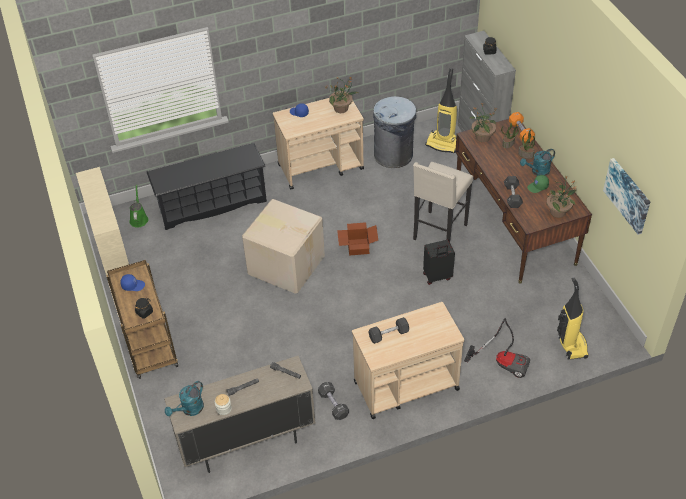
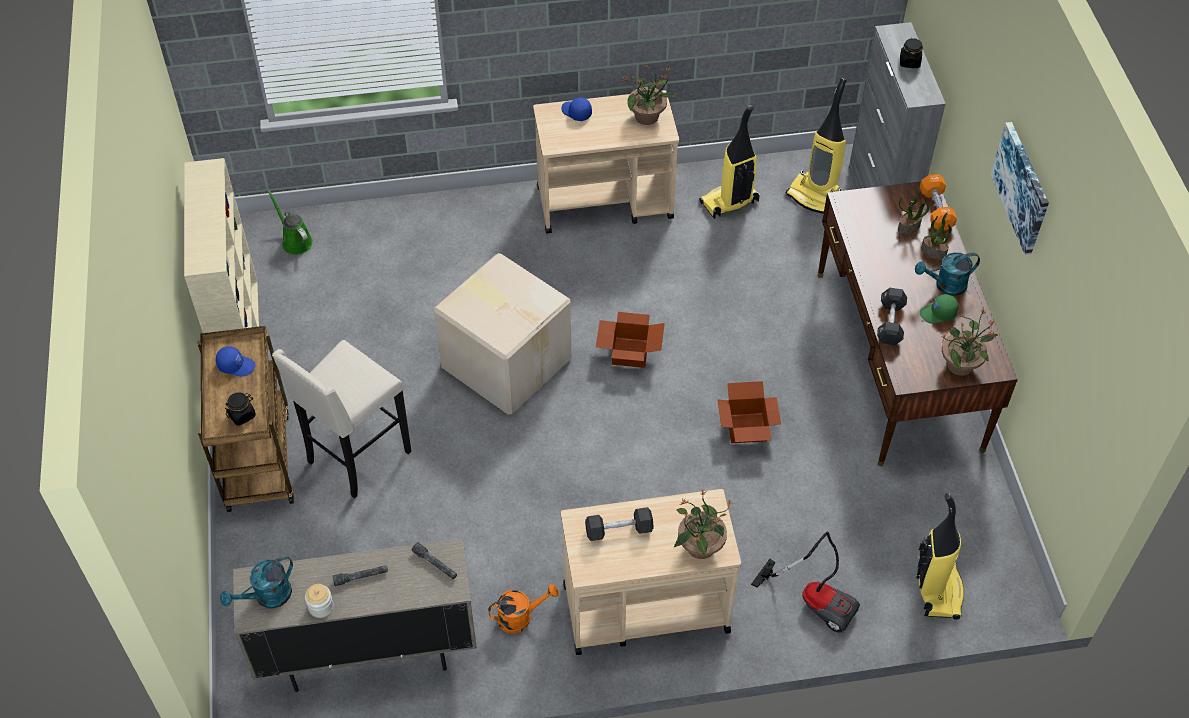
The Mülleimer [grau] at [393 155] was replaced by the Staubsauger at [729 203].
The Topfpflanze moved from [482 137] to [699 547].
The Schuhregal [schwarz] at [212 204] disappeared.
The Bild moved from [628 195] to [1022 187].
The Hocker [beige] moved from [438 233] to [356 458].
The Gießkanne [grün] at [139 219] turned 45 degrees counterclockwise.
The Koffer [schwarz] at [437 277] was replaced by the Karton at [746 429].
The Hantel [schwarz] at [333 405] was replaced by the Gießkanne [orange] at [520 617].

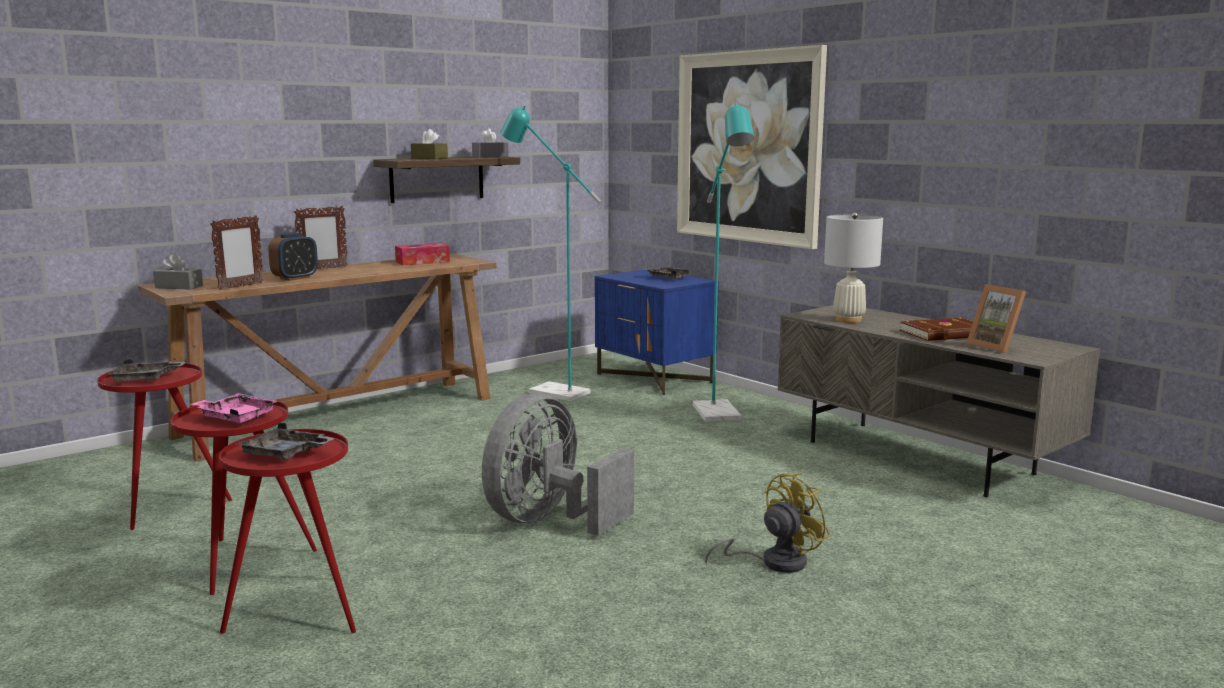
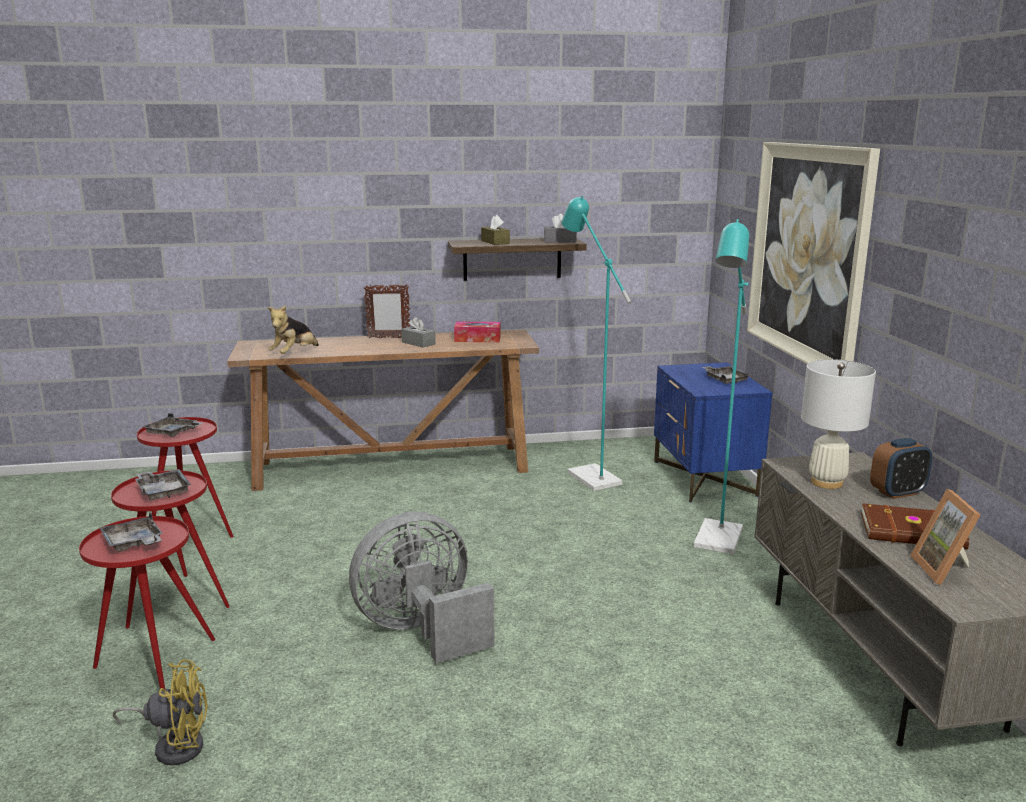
The Bilderrahmen at [240 286] was replaced by the Plüschtier at [294 354].
The Wecker moved from [295 278] to [897 493].
The Taschentuchbox [grau] moved from [179 287] to [418 343].
The Tablett [rosa] at [236 417] became the Tablett [grau] at [163 491].
The Ventilator [gelb] moved from [773 562] to [174 745].

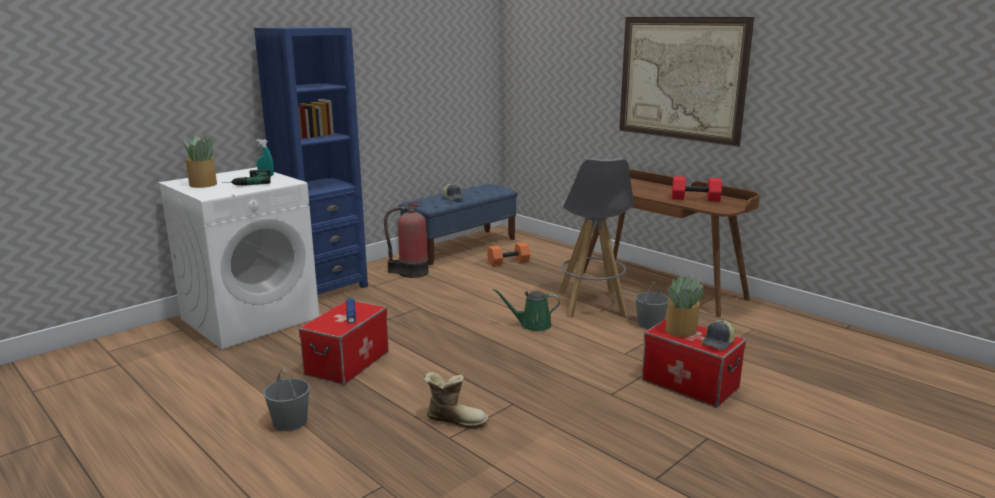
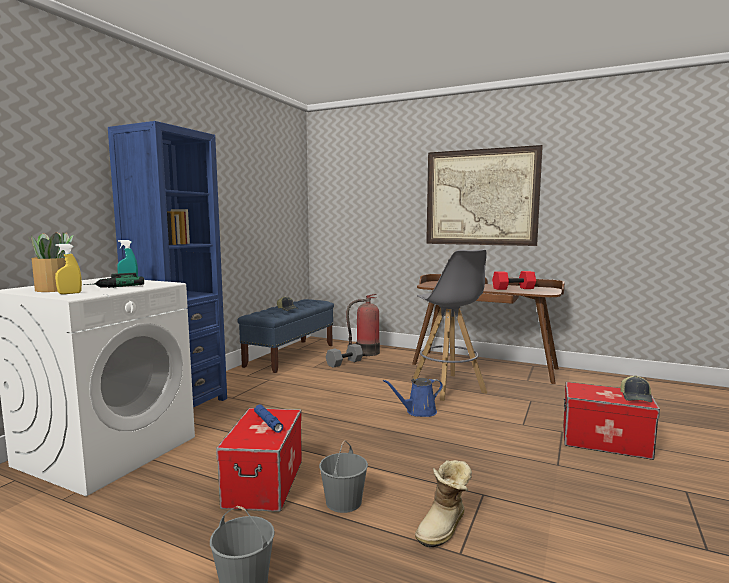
The Feuerlöscher moved from [411 272] to [365 353].
The Hantel [orange] at [508 262] became the Hantel [grau] at [344 362].
The Topfpflanze at [680 330] disappeared.
The Eimer [grau] moved from [650 323] to [343 501].
The Gießkanne [grün] at [532 325] became the Gießkanne [blau] at [418 412].
The Stiefel at [455 419] turned 135 degrees clockwise.
The Sprühflasche [gelb] at [70 293] appeared.

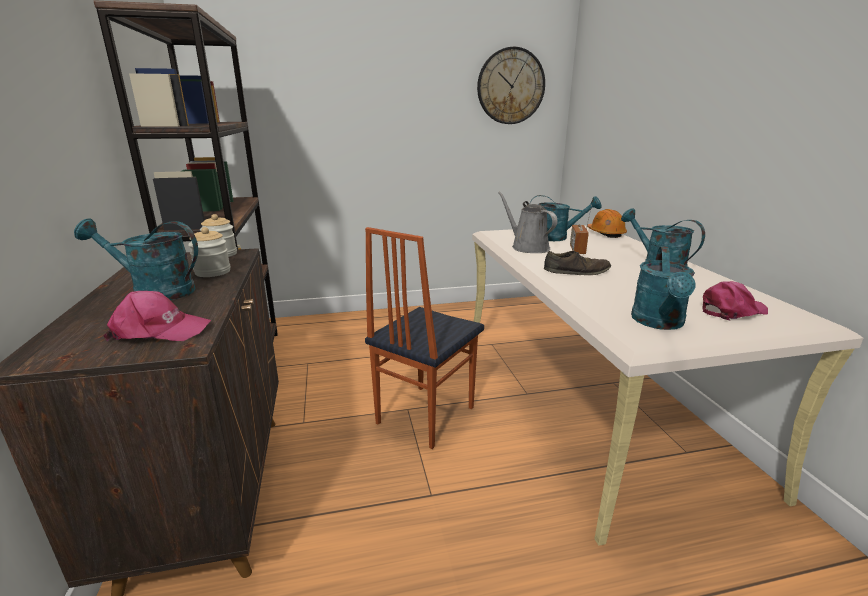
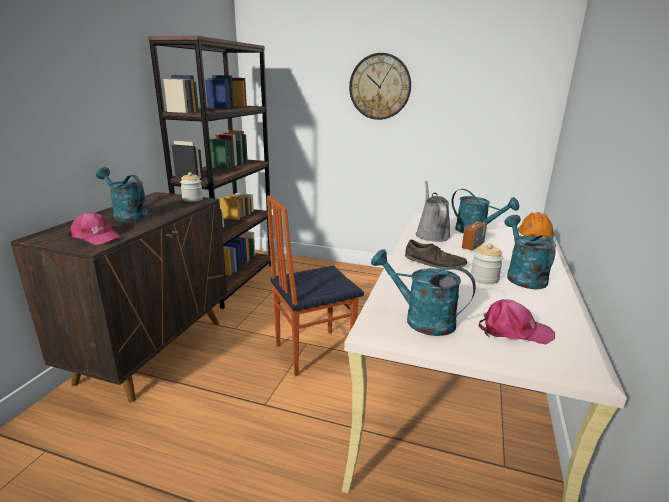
The Wanduhr moved from [510 86] to [380 87].
The Vorratsglas moved from [213 272] to [484 278].
The Gießkanne [türkis] at [659 323] turned 75 degrees clockwise.

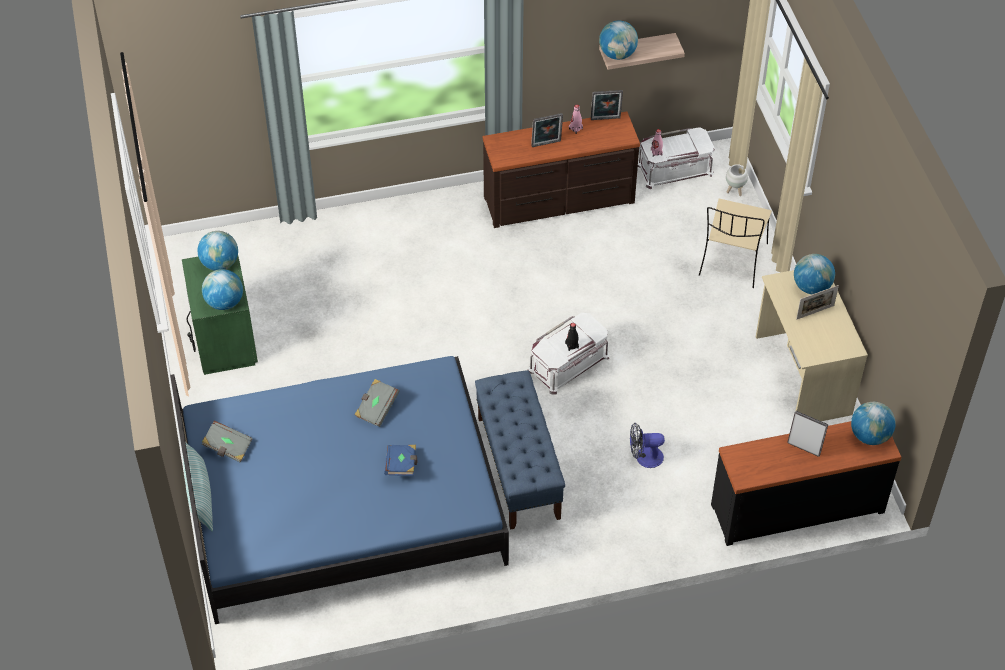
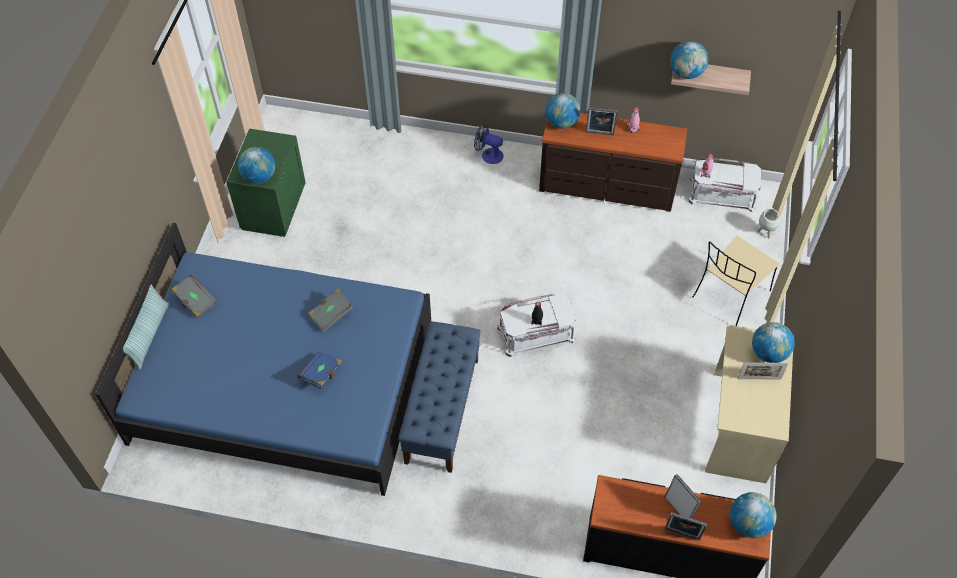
The Bilderrahmen moved from [605 119] to [681 535].
The Globus moved from [220 264] to [561 122].
The Ventilator moved from [644 457] to [488 155].

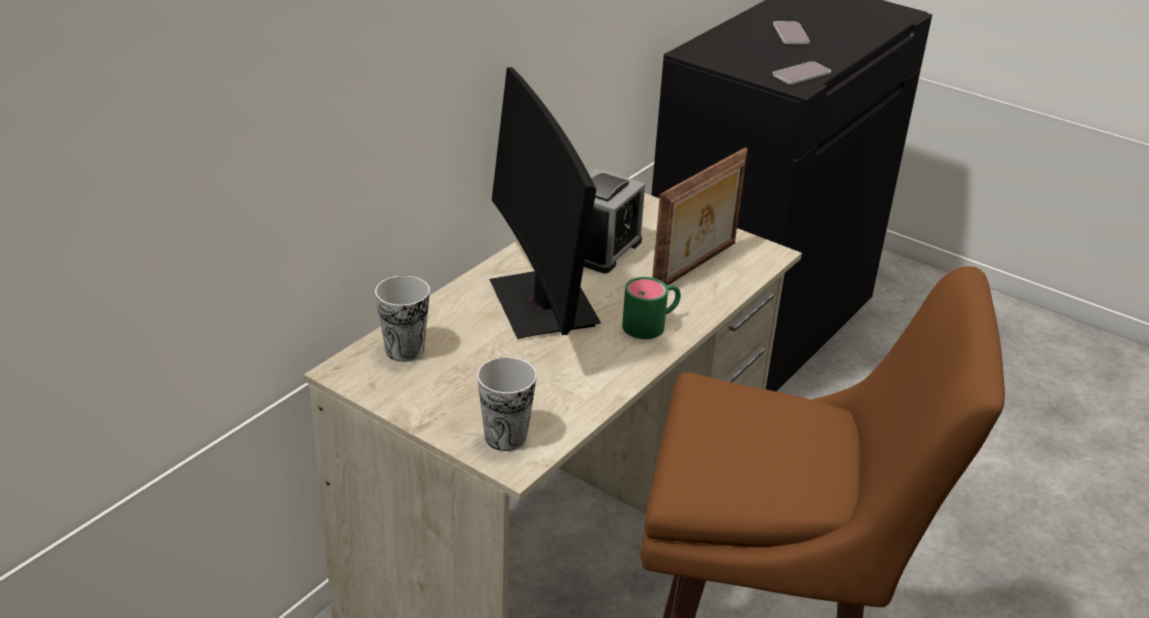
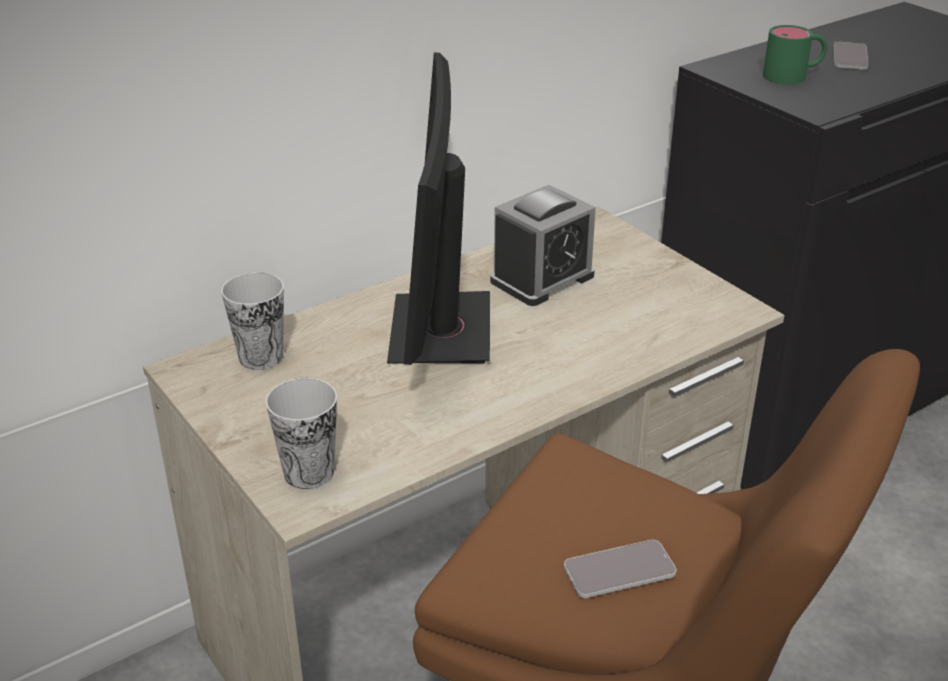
The Handy moved from [801 74] to [619 570].
The Bilderrahmen at [696 268] disappeared.
The Henkelbecher [grün] moved from [652 324] to [793 75].

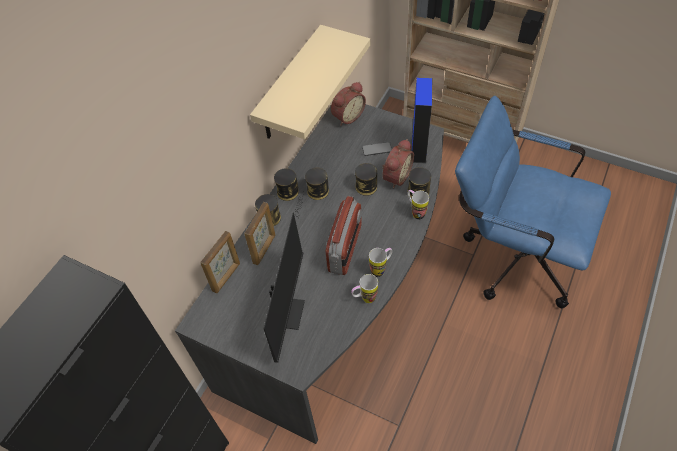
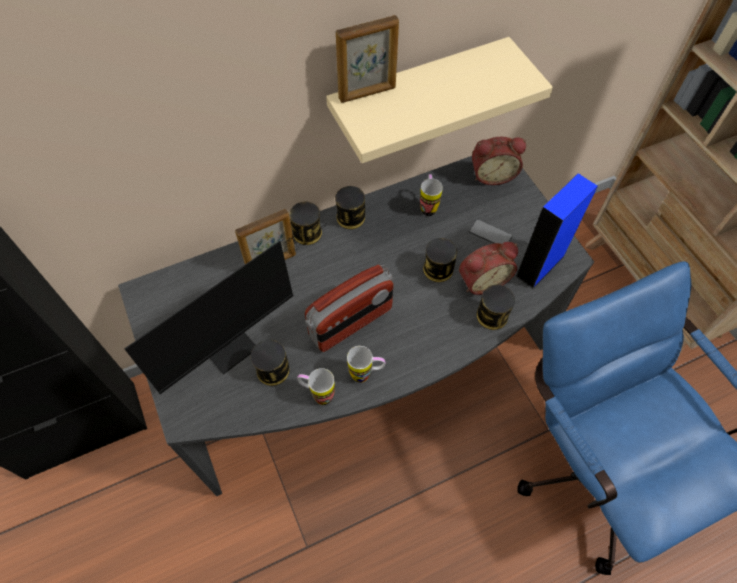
The Dose moved from [318 191] to [273 370].
The Henkelbecher moved from [415 212] to [428 206].
The Bilderrahmen moved from [227 277] to [367 93].

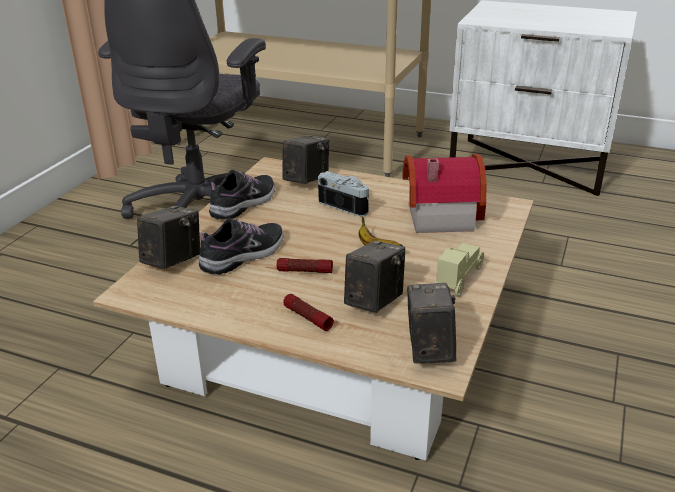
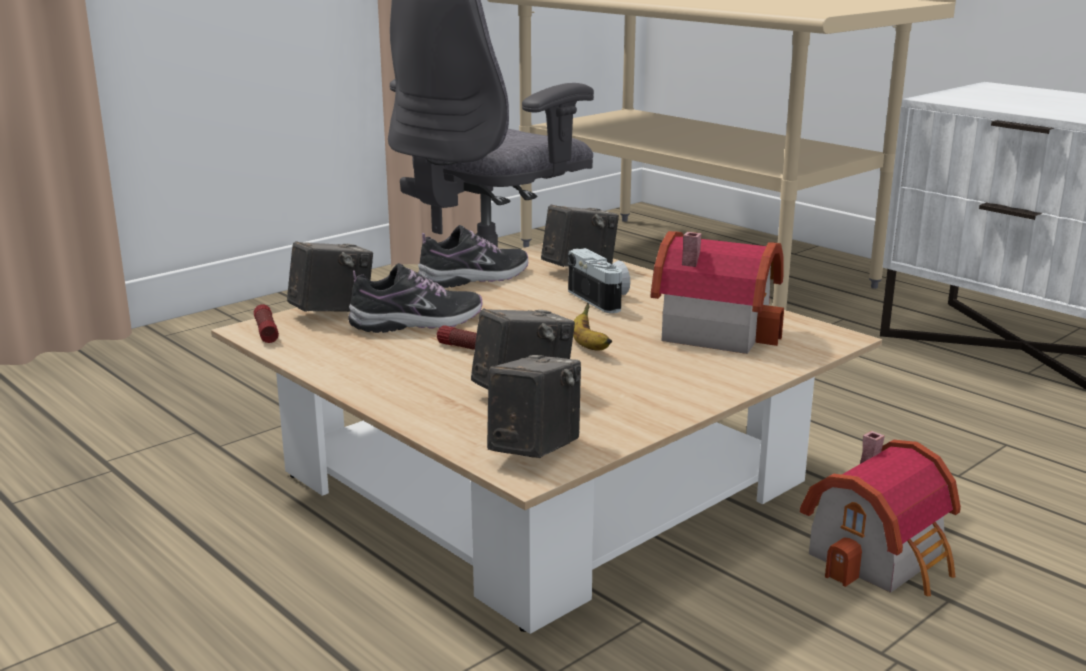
The Spielzeugauto [beige] at [458 278] disappeared.
The Taschenlampe moved from [307 318] to [266 331].
The Spielzeughaus at [883 557] appeared.

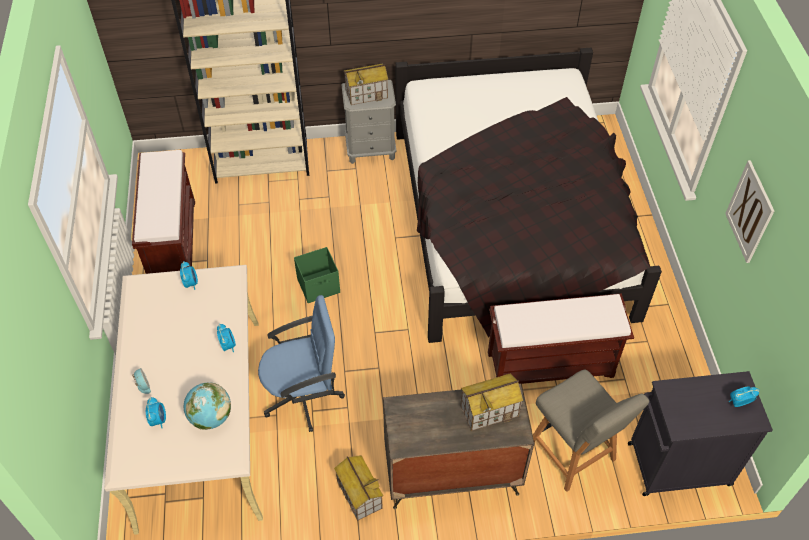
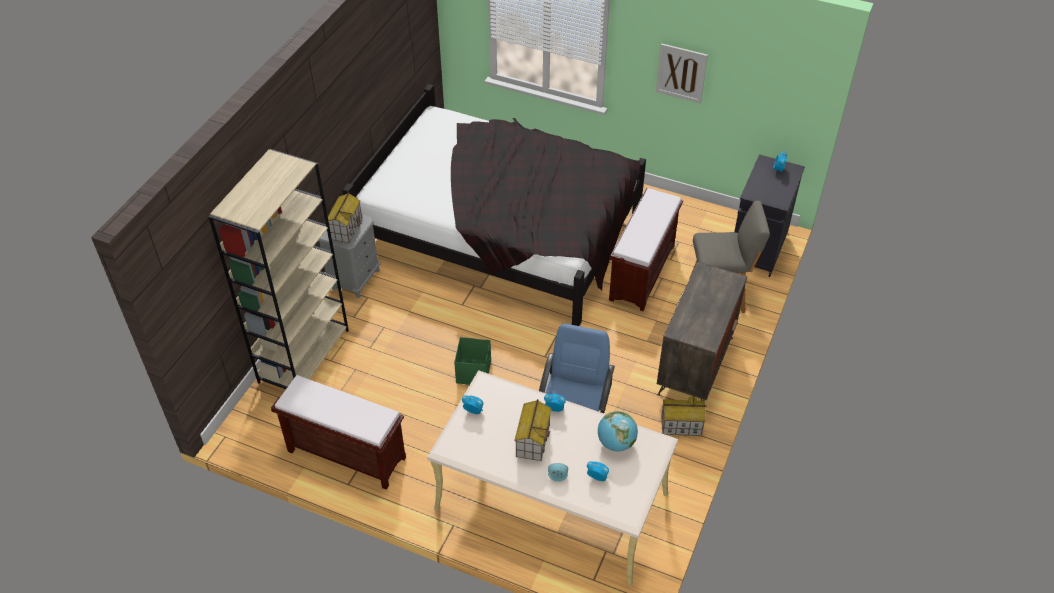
The Spielzeughaus moved from [489 410] to [532 440].

